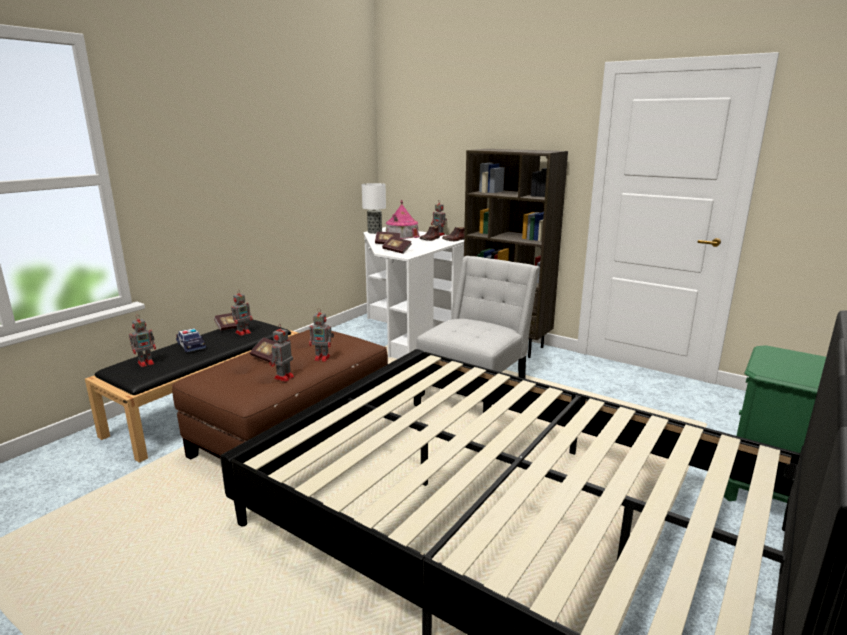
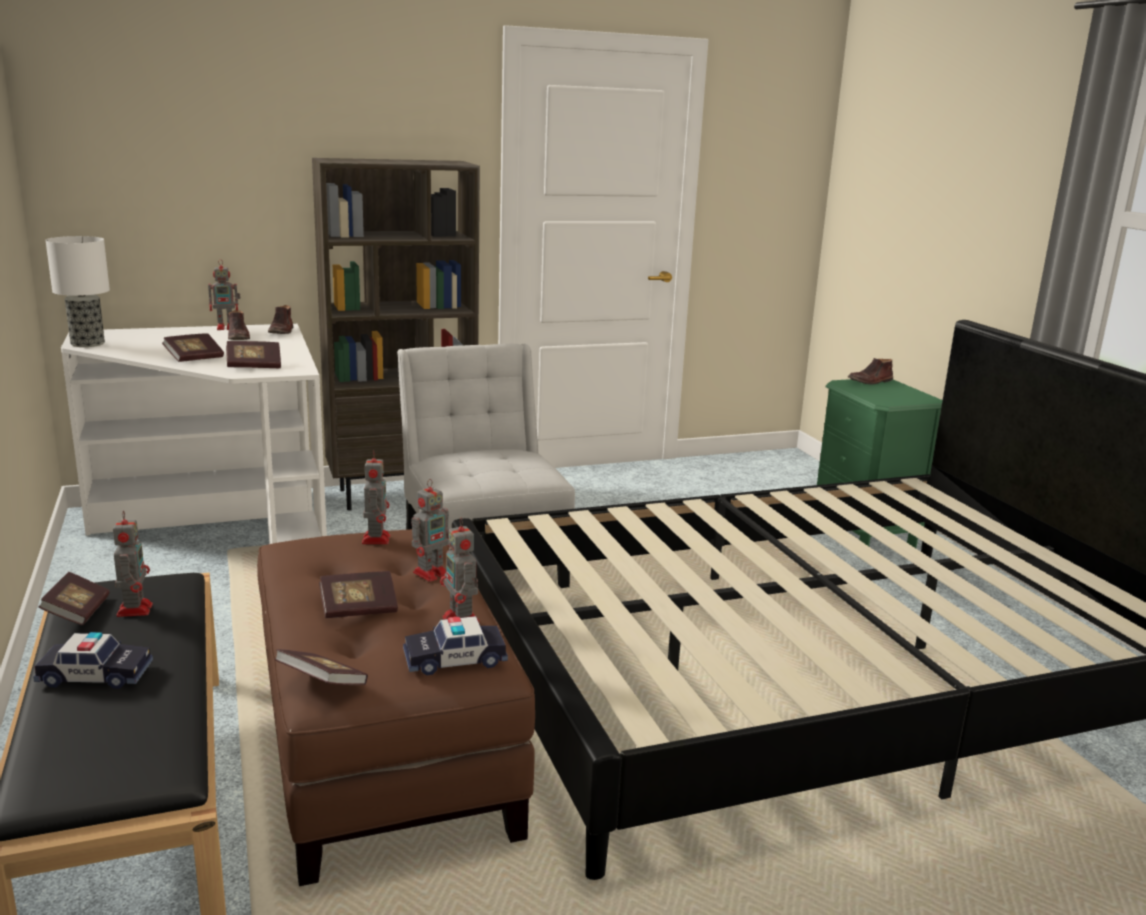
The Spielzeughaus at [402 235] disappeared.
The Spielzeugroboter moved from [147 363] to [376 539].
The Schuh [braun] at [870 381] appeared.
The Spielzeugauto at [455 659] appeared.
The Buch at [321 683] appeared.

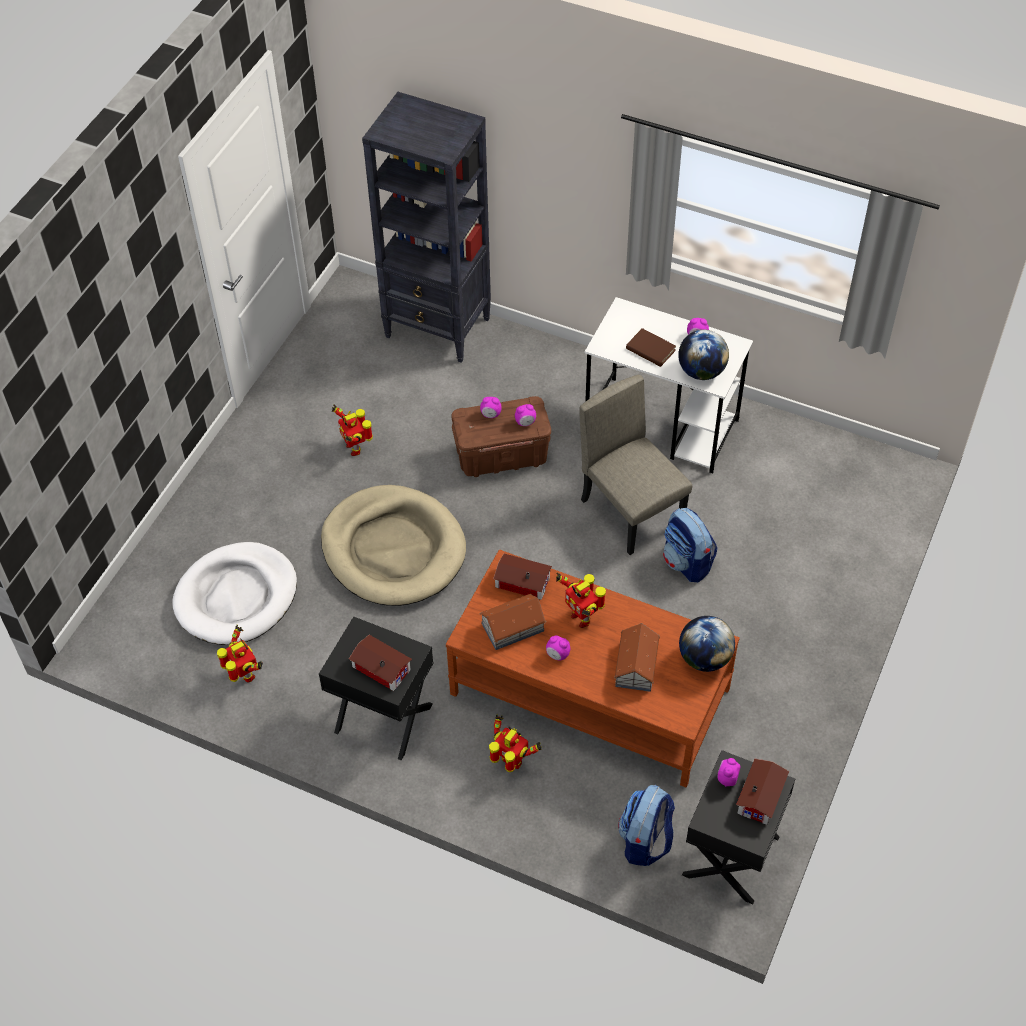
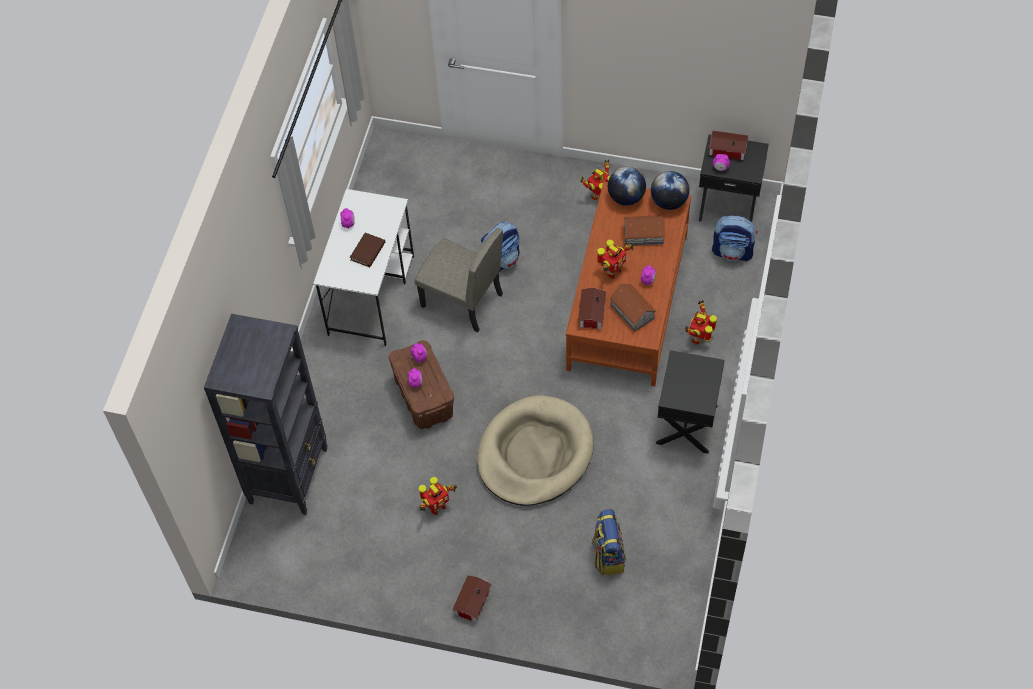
The Globus moved from [701 371] to [669 202].
The Stuhl [beige] at [632 511] turned 105 degrees counterclockwise.
The Hundebett [weiß] at [236 597] was replaced by the Rucksack at [608 555].
The Spielzeugroboter moved from [245 675] to [599 195].
The Spielzeughaus moved from [381 666] to [471 602].

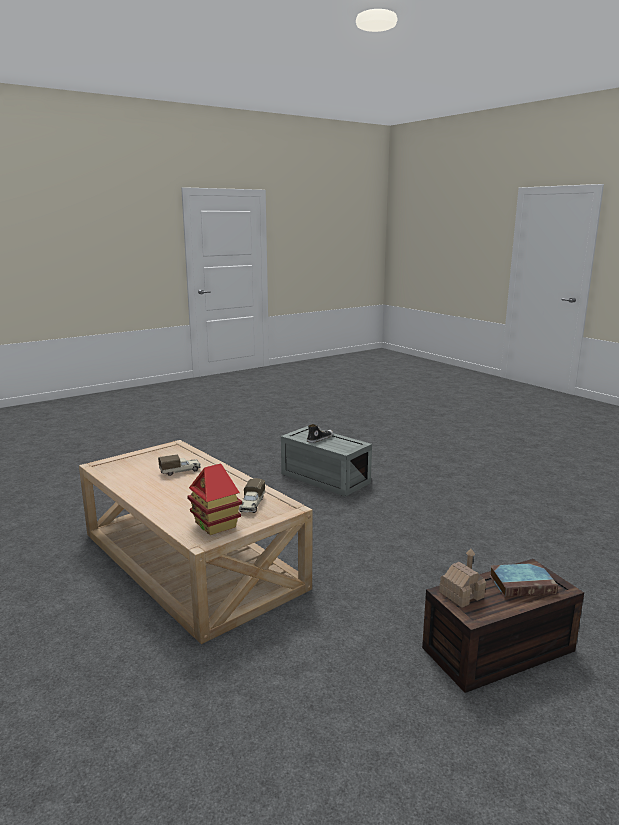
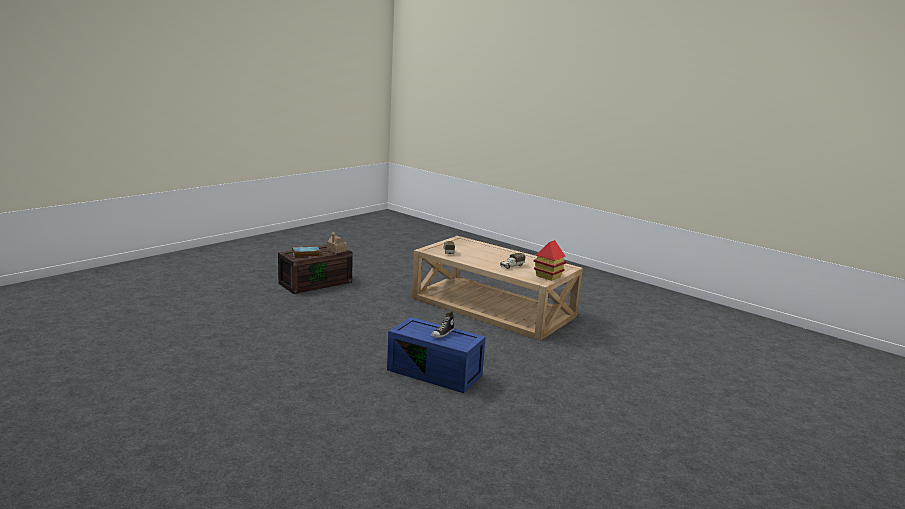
The Aufbewahrungsbox [grau] at [323 478] became the Aufbewahrungsbox [blau] at [436 372].
The Spielzeughaus moved from [216 525] to [548 276].

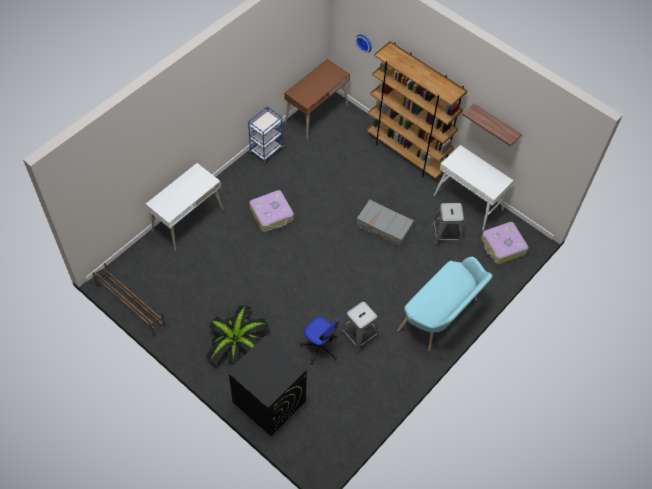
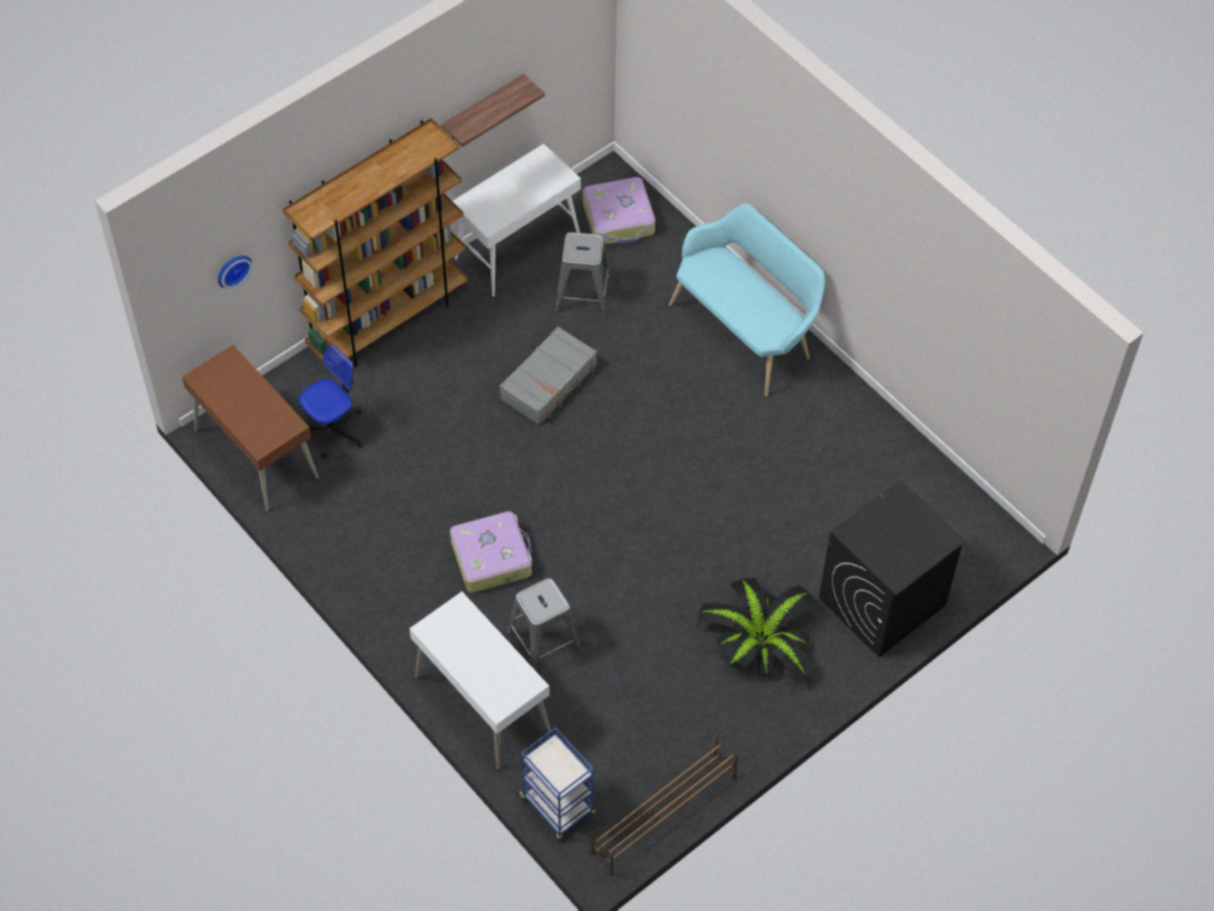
The Rollwagen [blau] moved from [266 151] to [557 806].
The Hocker [grau] moved from [359 335] to [543 641].
The Bürostuhl moved from [320 346] to [333 430].

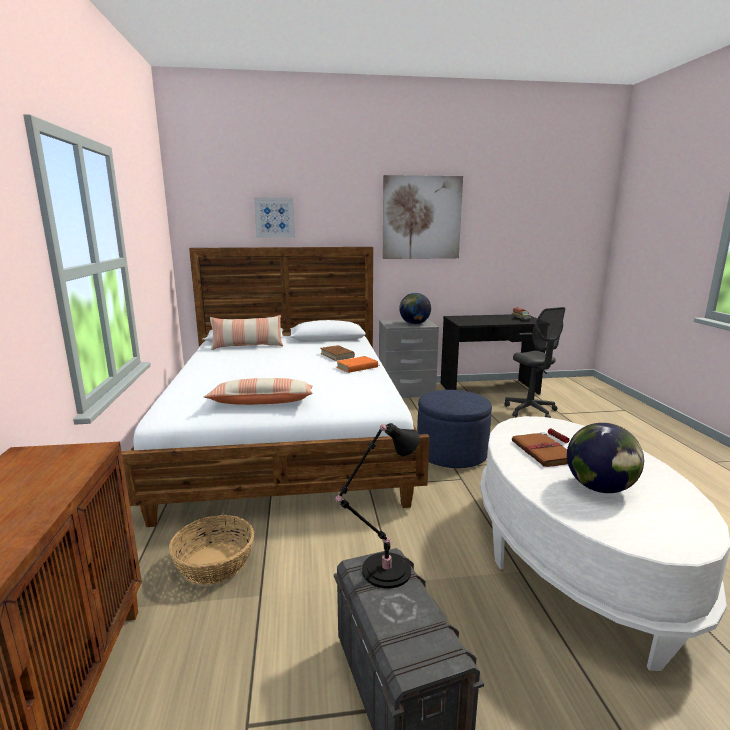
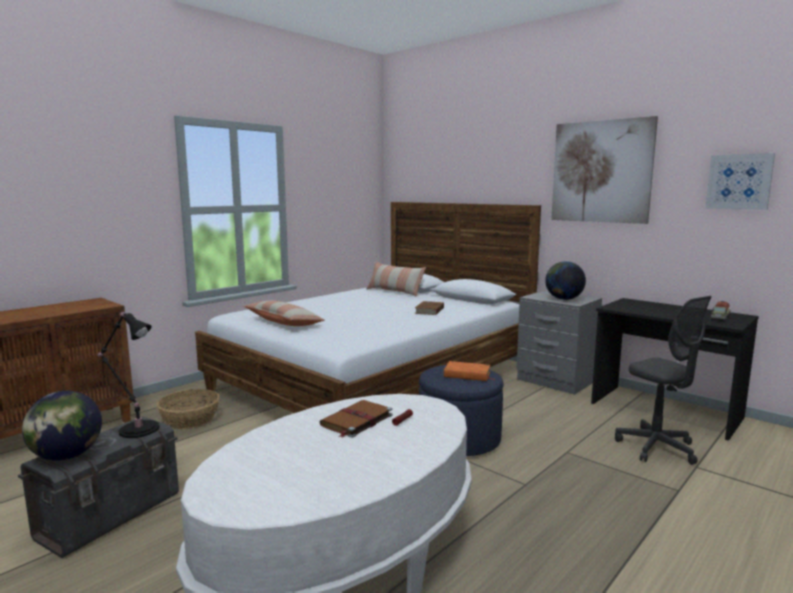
The Bild moved from [274 218] to [739 182].
The Bürostuhl [grau] at [530 411] turned 60 degrees counterclockwise.
The Buch [orange] moved from [357 367] to [467 374].
The Globus moved from [600 488] to [66 456].

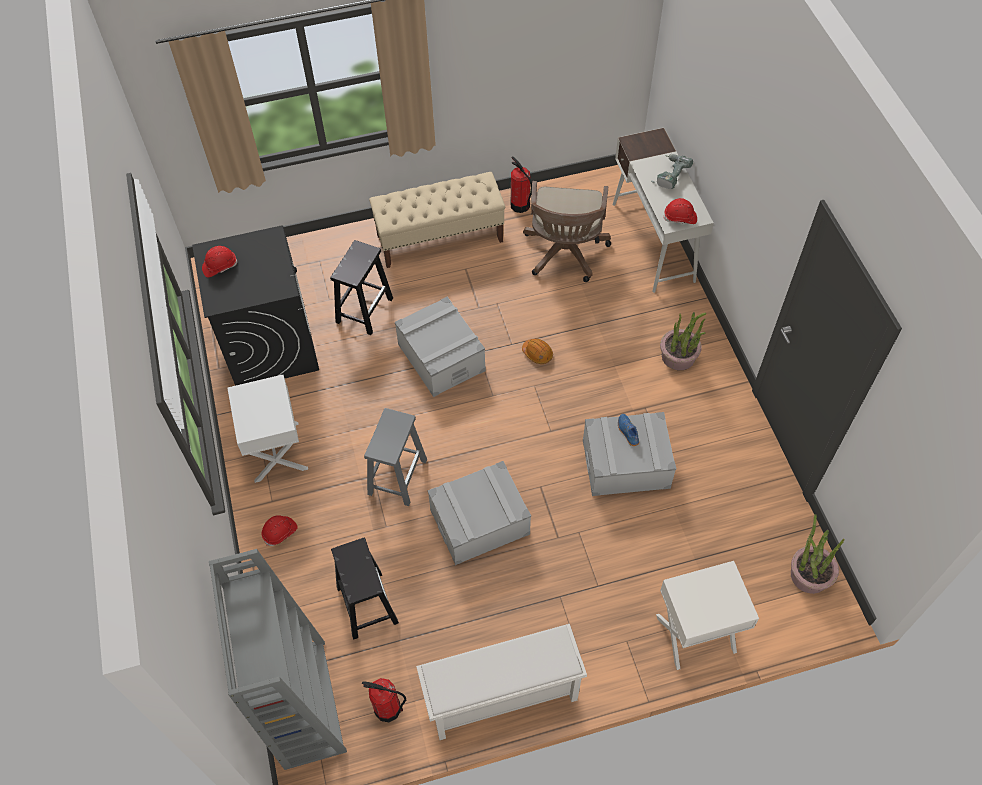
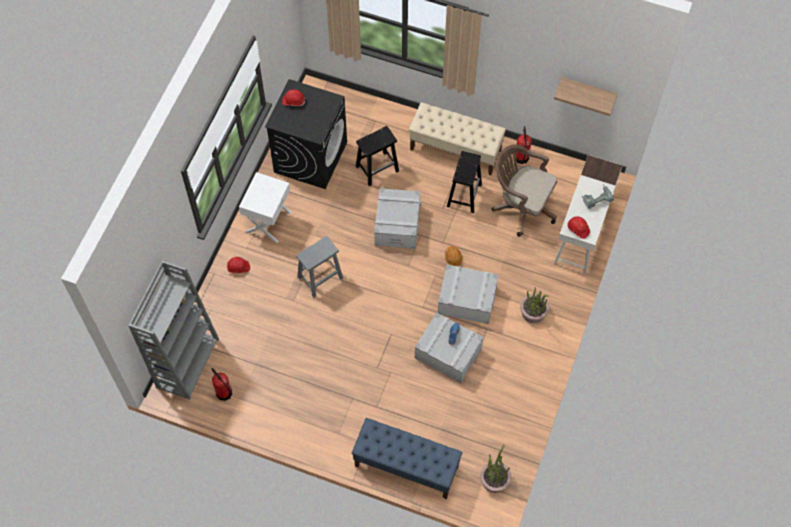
The Bürostuhl [braun] at [565 254] turned 75 degrees clockwise.
The Aufbewahrungsbox [grau] moved from [479 522] to [467 300].
The Hocker [schwarz] moved from [366 604] to [464 194].
The Nachttisch [weiß] at [696 634] was replaced by the Bank [blau] at [406 466].
The Schuhregal [weiß] at [501 698] disappeared.
The Wandregal at [588 91] appeared.

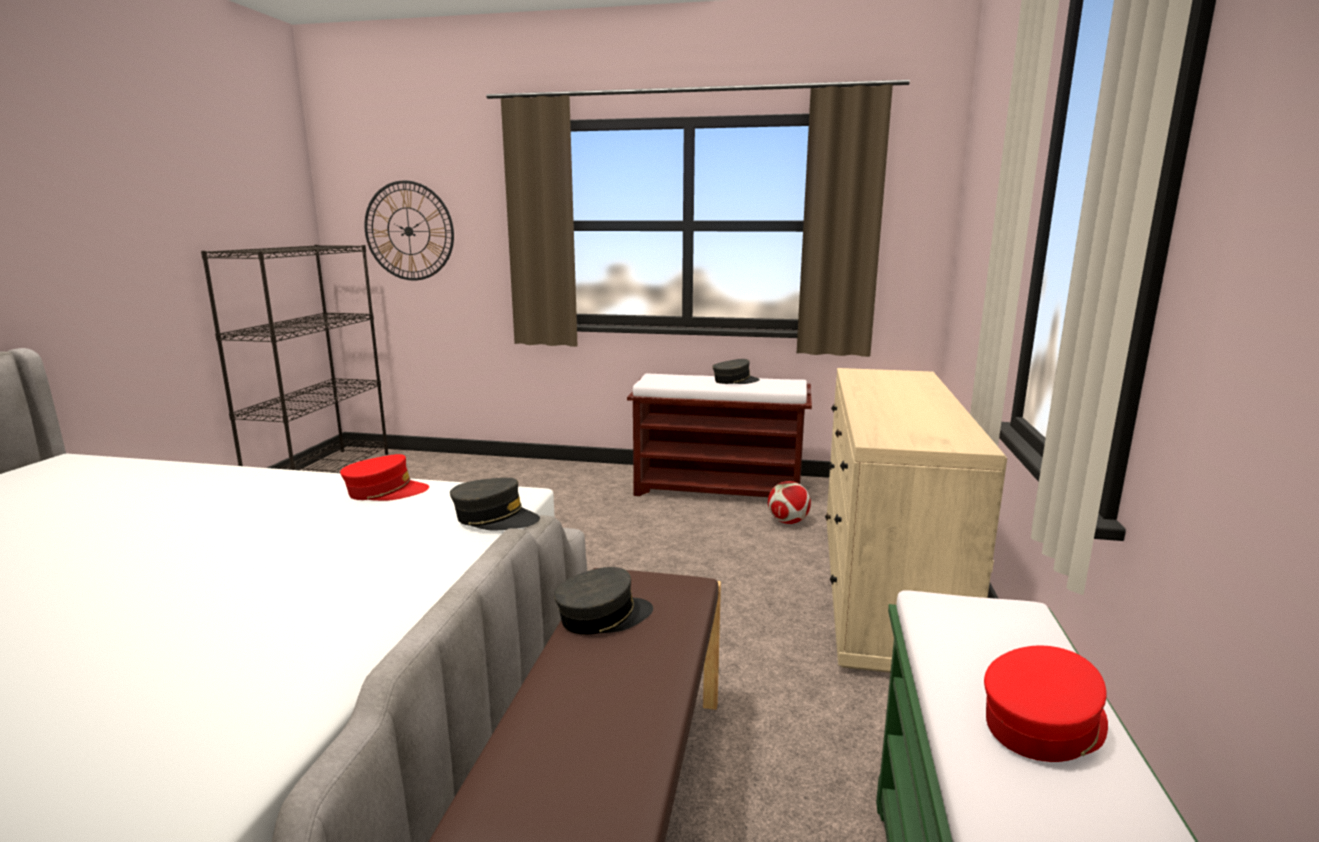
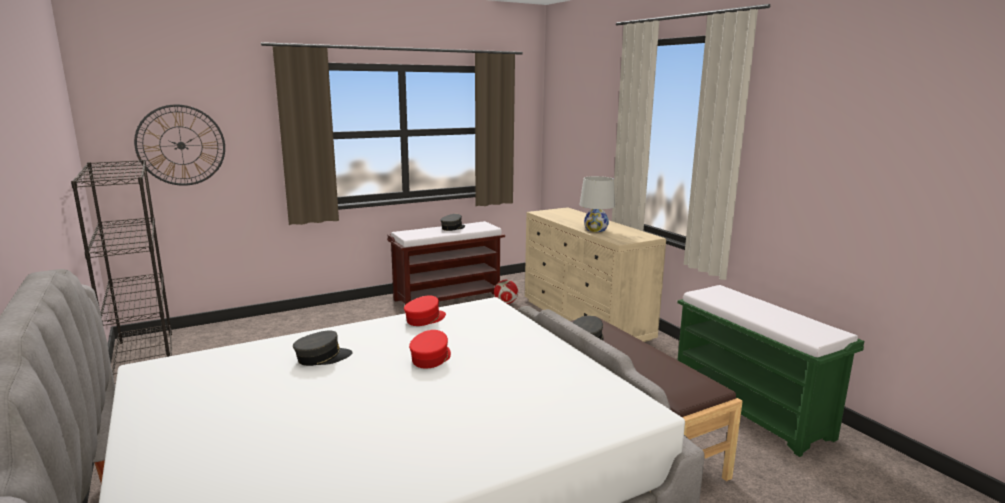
The Kappe [grau] moved from [495 518] to [322 357].
The Kappe [rot] moved from [1043 724] to [431 358].
The Tischlampe [weiß] at [595 230] appeared.

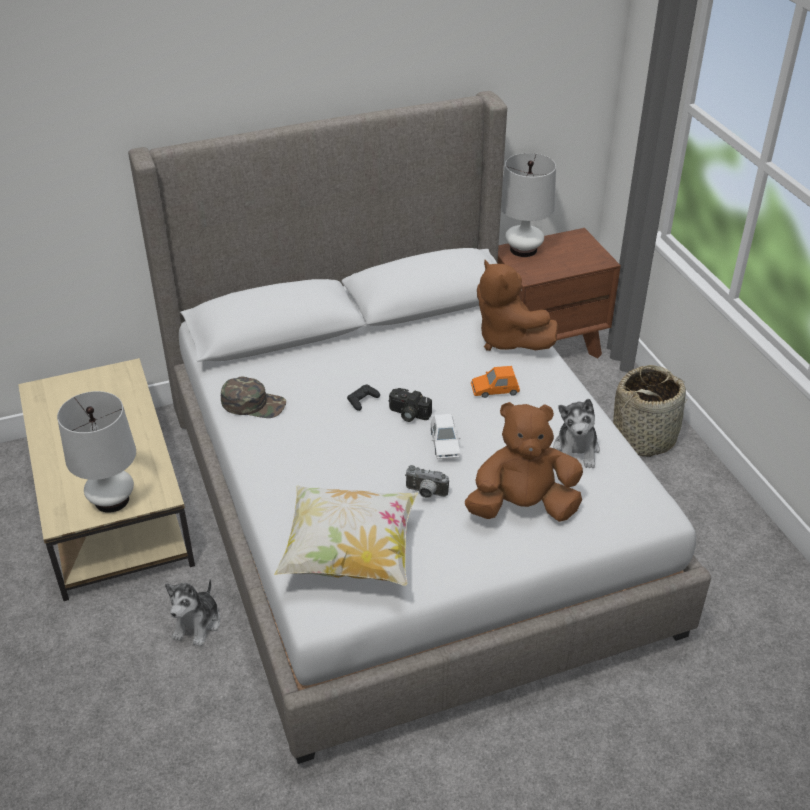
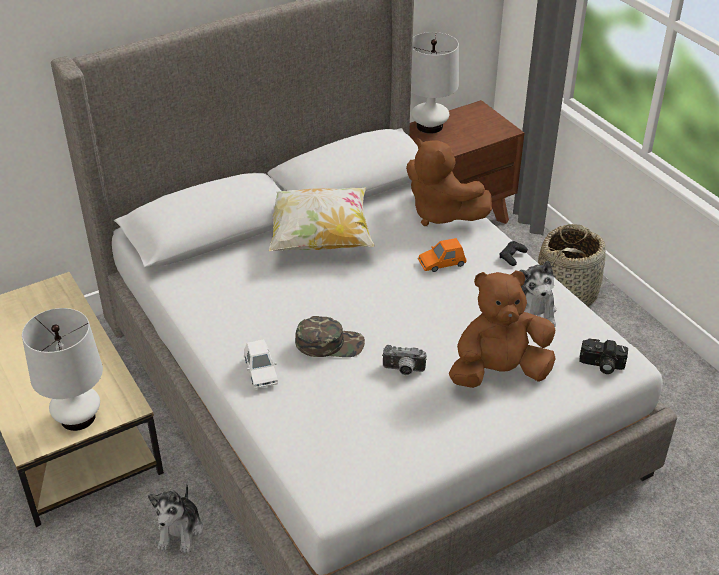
The Kappe [grün] moved from [253 404] to [330 343].
The Gamepad [schwarz] moved from [362 400] to [512 256].
The Kamera moved from [408 414] to [601 365].
The Spielzeugauto [weiß] moved from [444 444] to [261 371].
The Kissen moved from [350 554] to [320 239].

